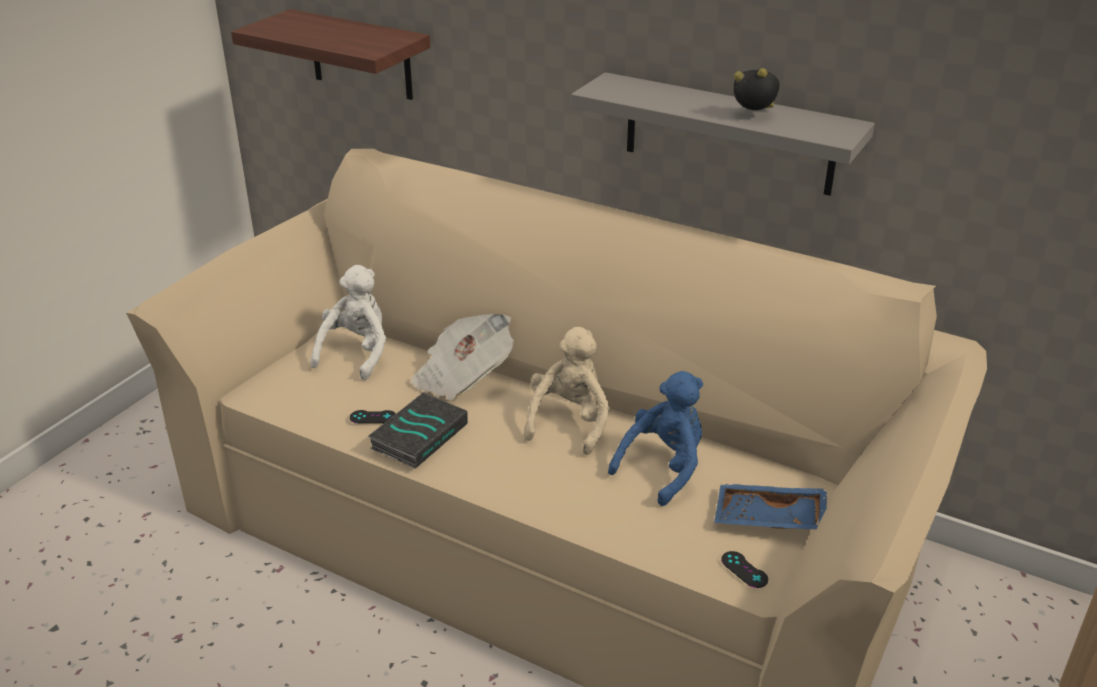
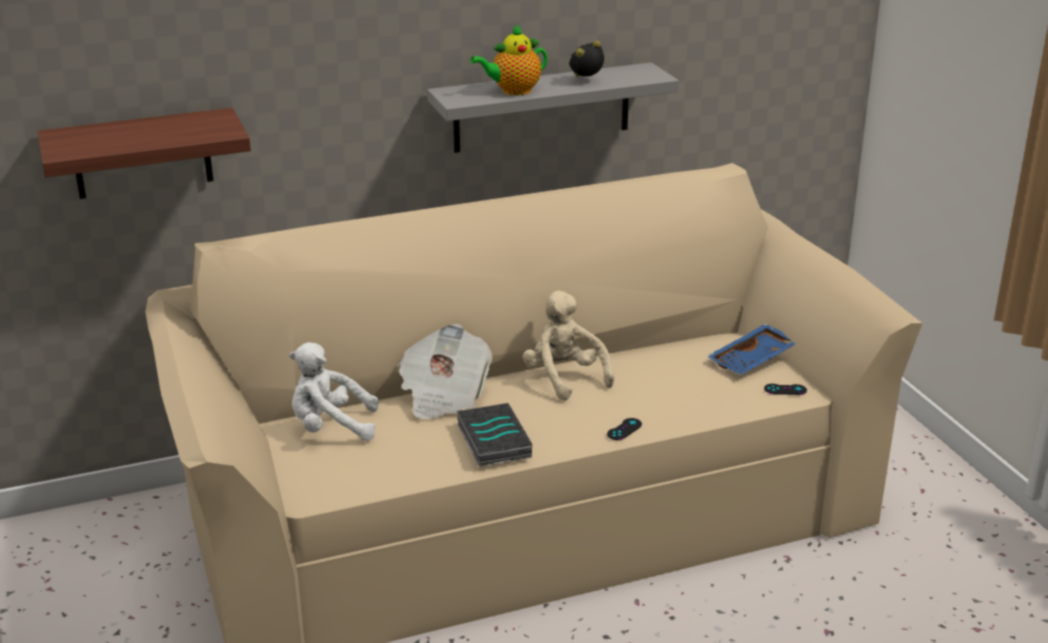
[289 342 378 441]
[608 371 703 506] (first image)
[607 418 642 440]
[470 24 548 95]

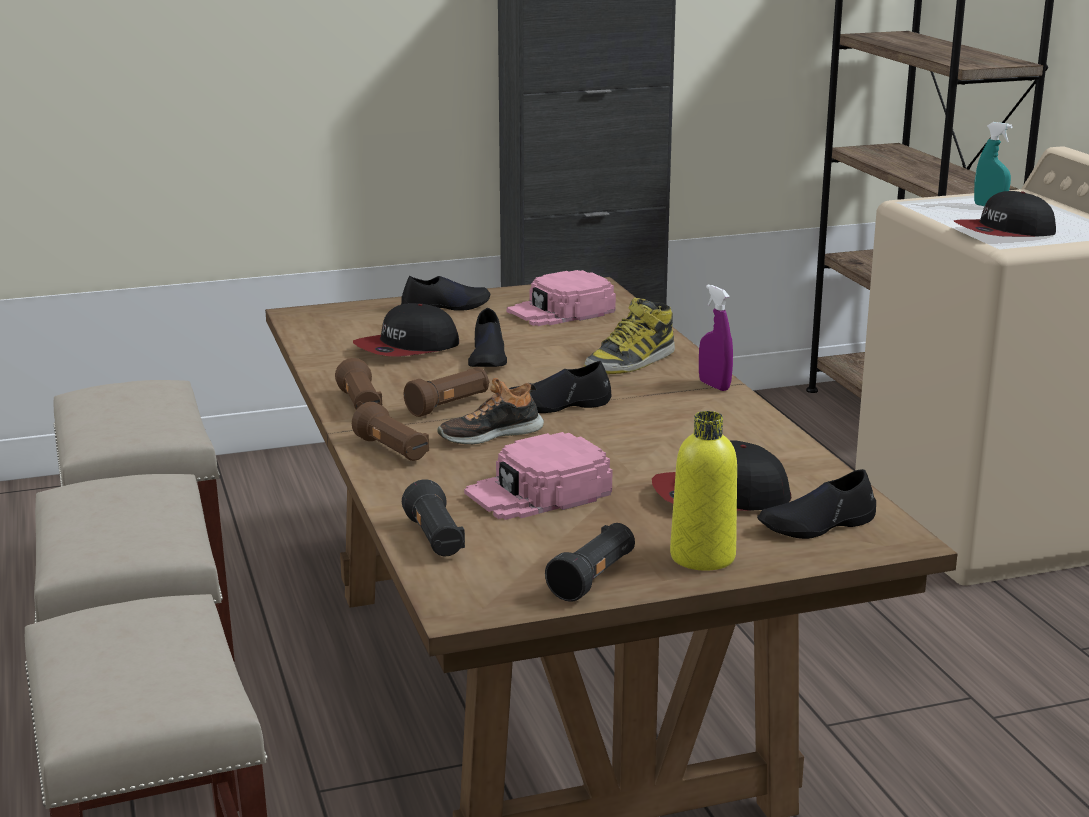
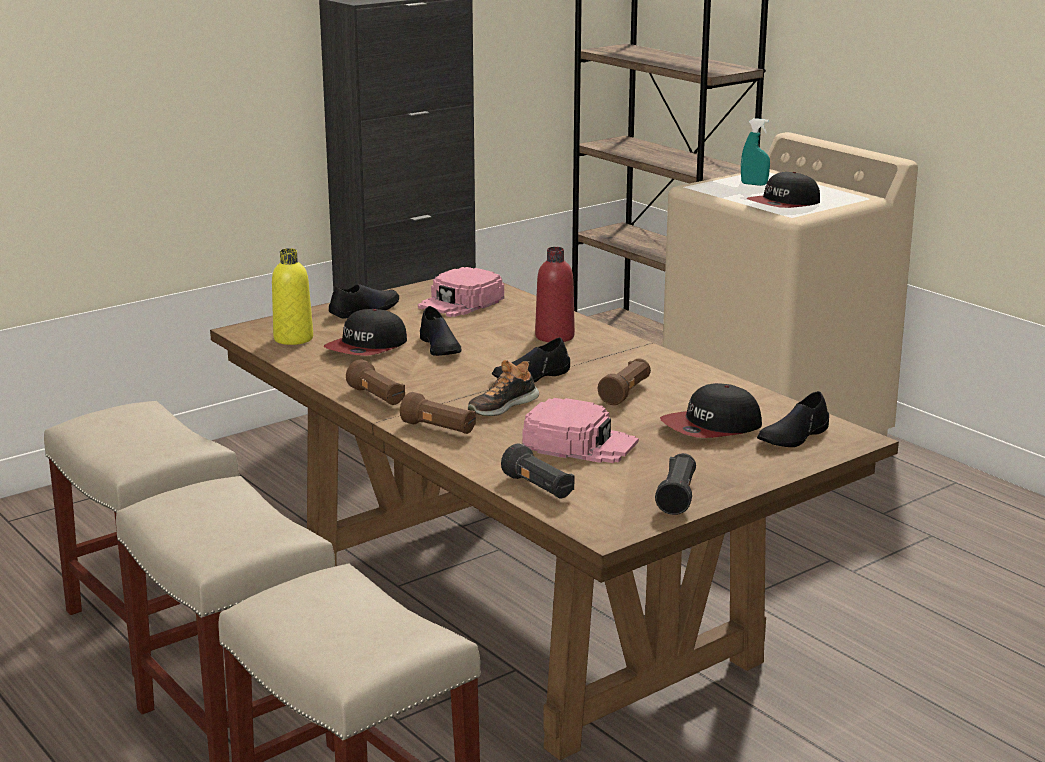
[699 284 733 391] (first image)
[535 247 575 342]
[598 359 651 405]
[272 248 313 345]
[523 398 639 463]

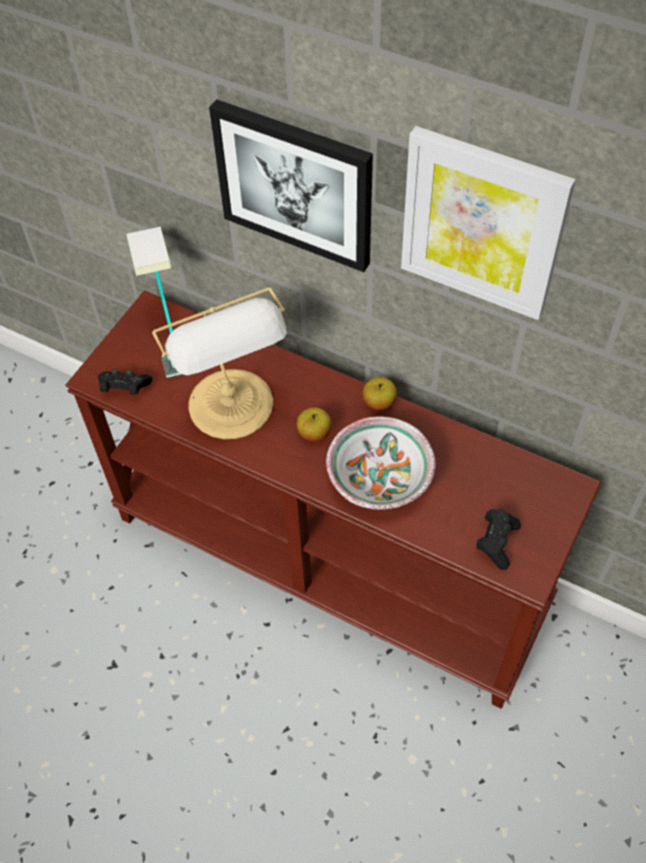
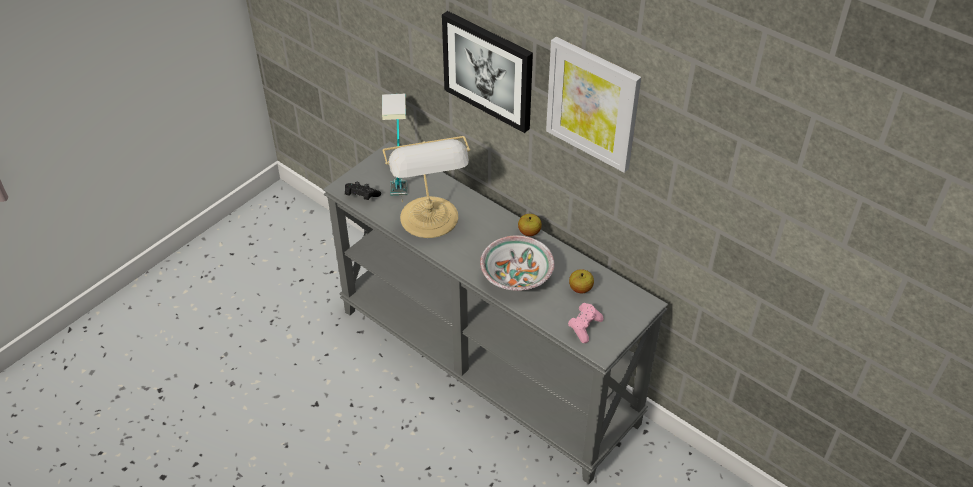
[323 141 668 484]
[569 269 594 293]
[568 303 604 343]

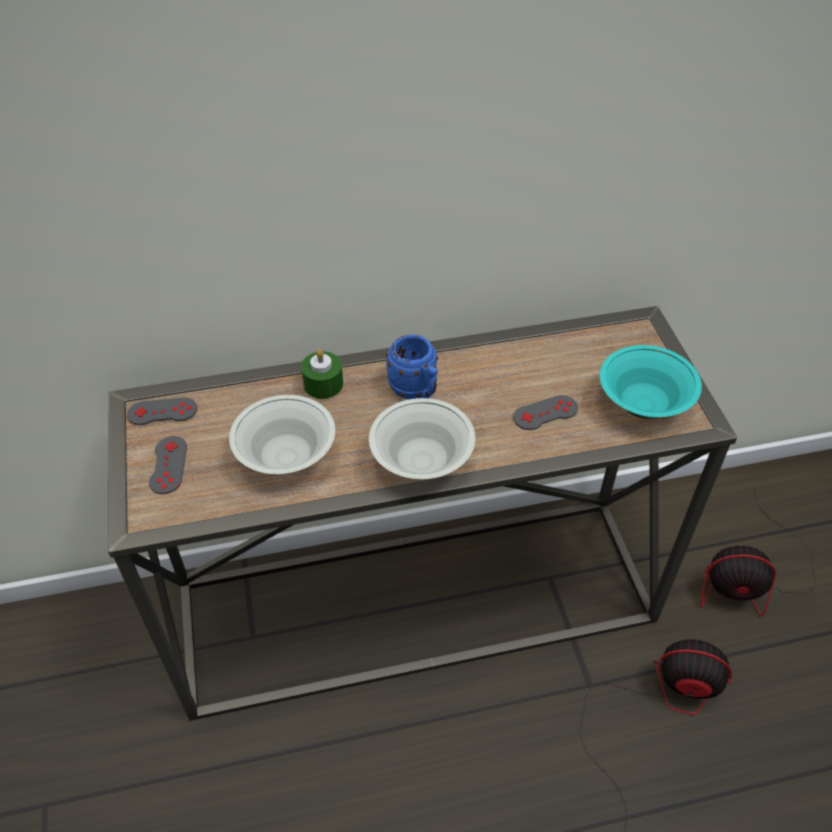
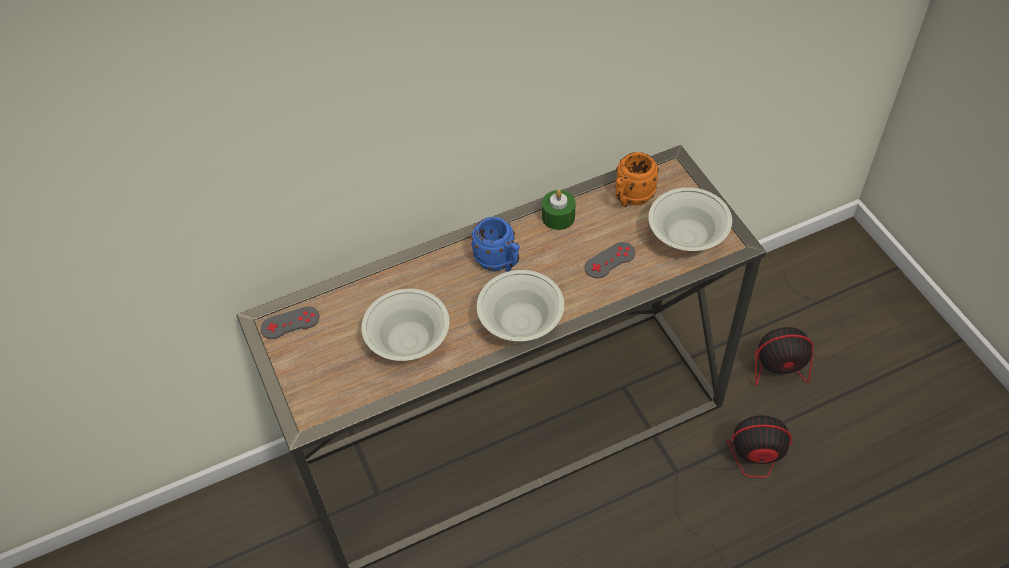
[648 187 732 251]
[542 190 576 230]
[149 436 187 494] (first image)
[615 152 659 207]

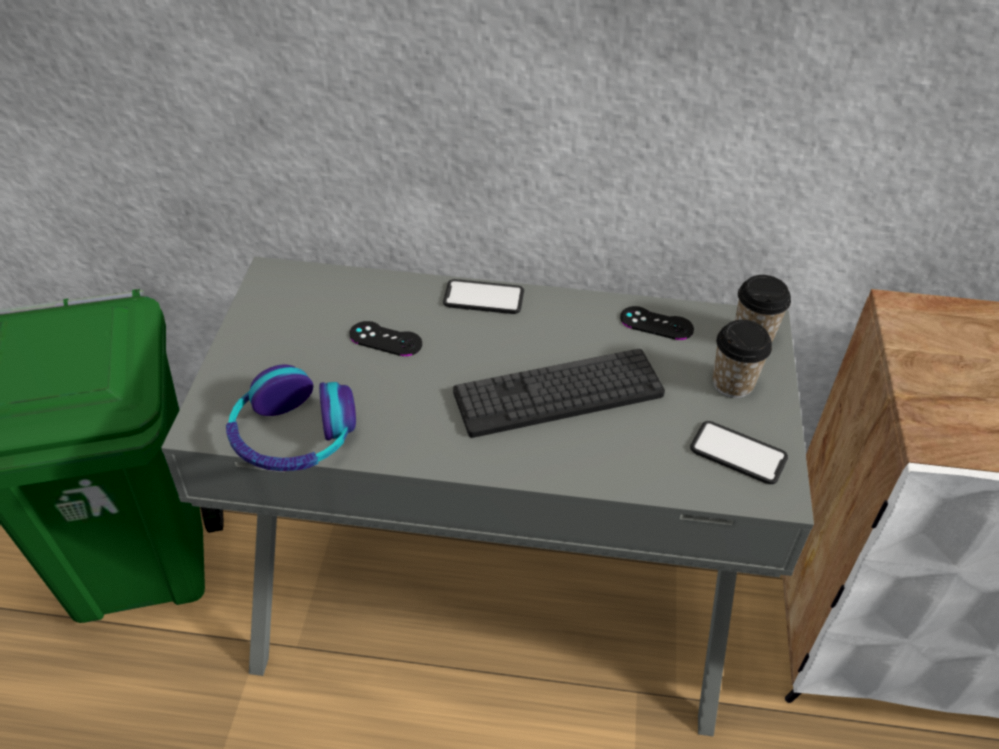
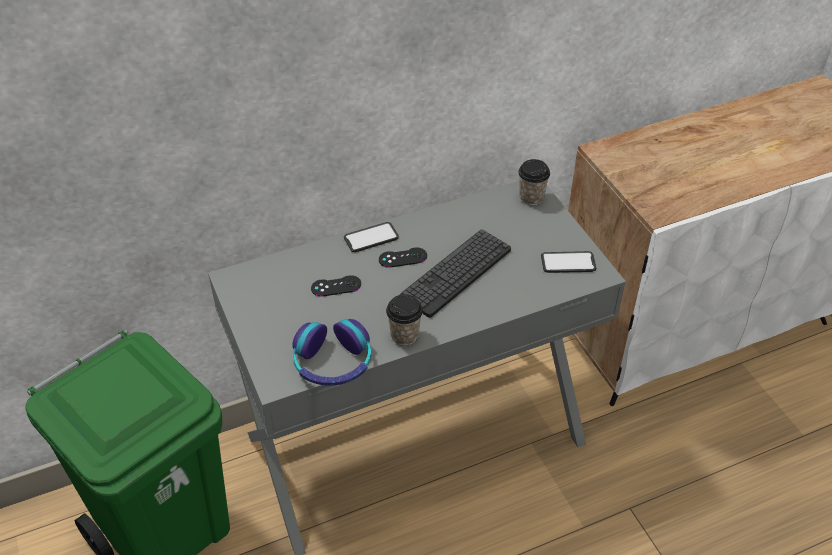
[379 248 427 268]
[386 294 423 346]

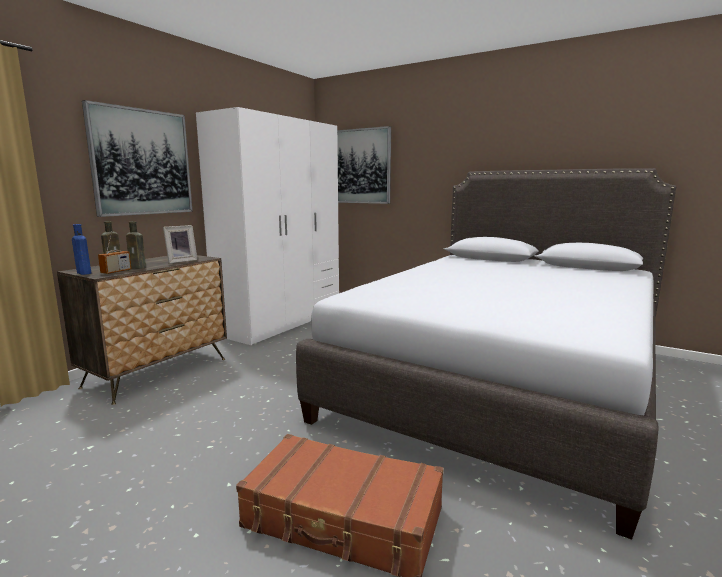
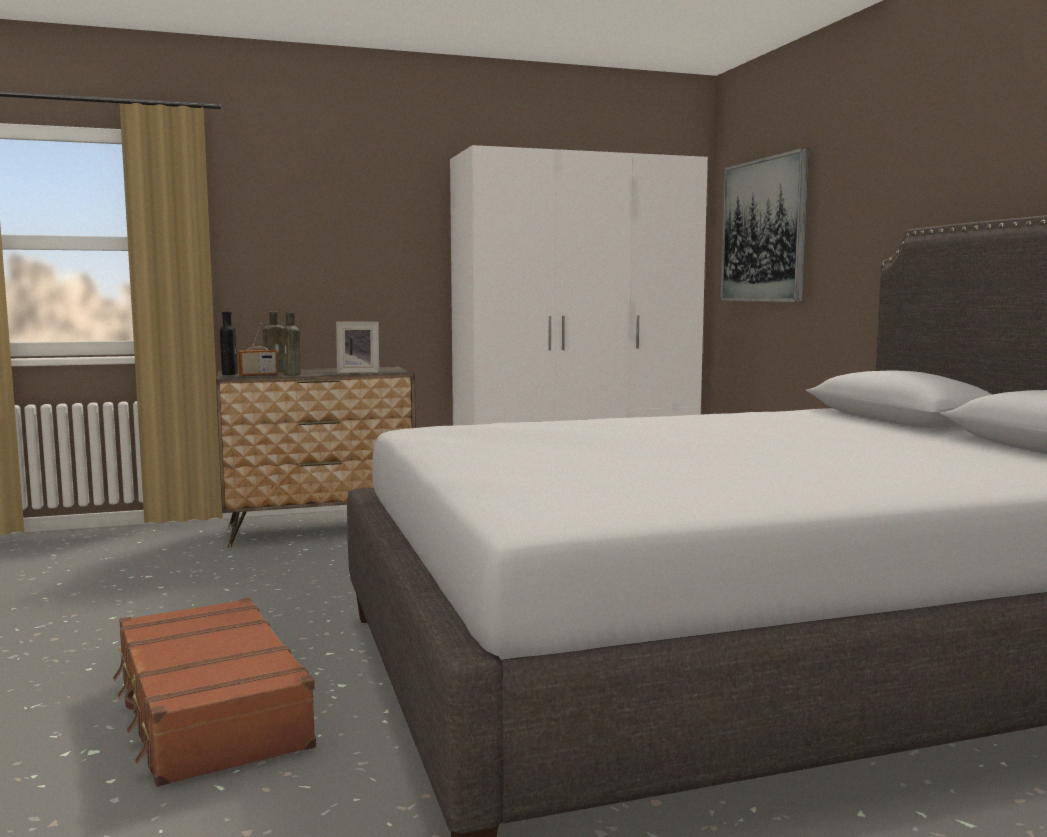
[82 100 193 217] (first image)
[220 312 238 375]

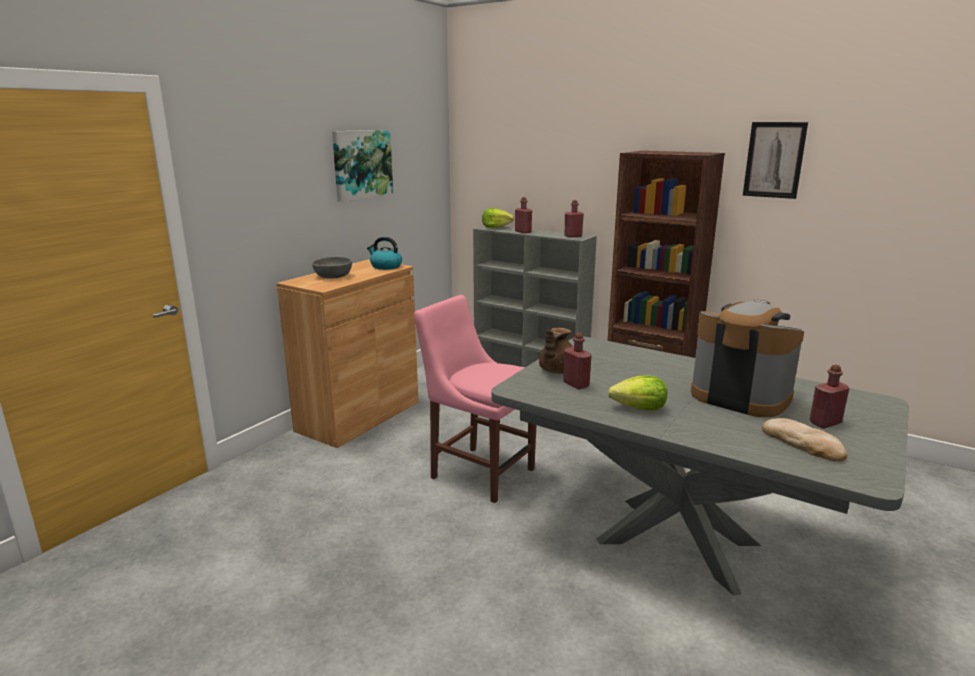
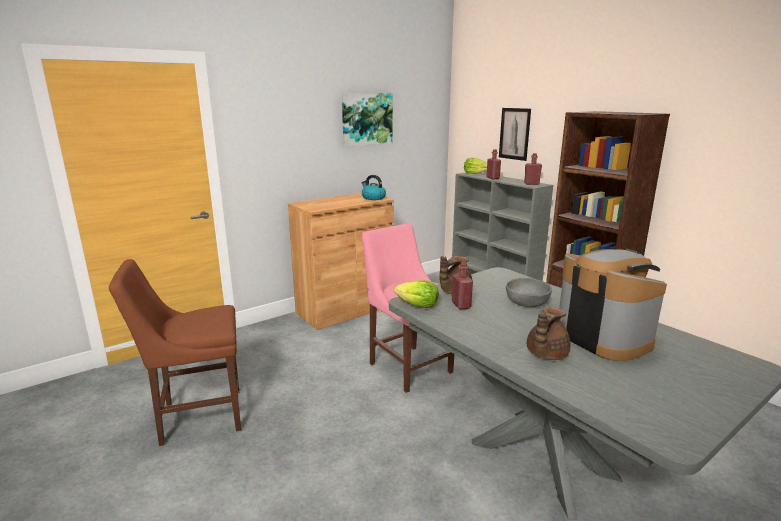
[499 108 531 161]
[506 278 552 307]
[810 365 849 429] (first image)
[394 280 439 308]
[762 418 848 462] (first image)
[109 259 241 446]
[527 307 571 360]

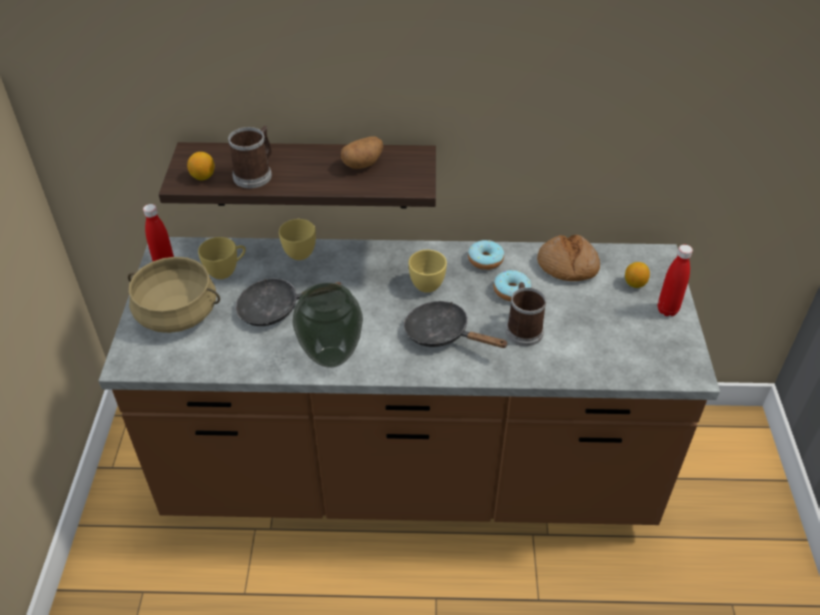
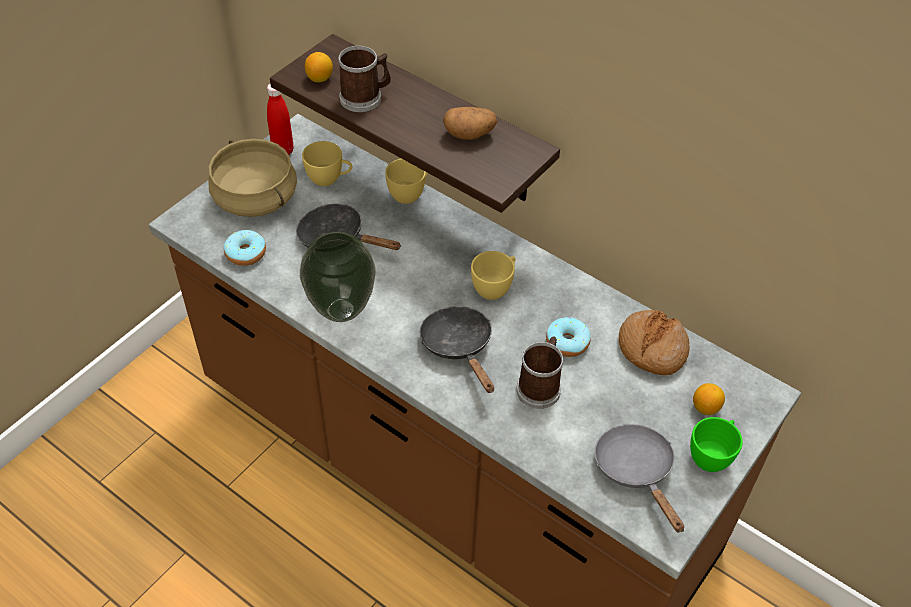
[224 230 266 266]
[690 417 743 472]
[595 424 684 532]

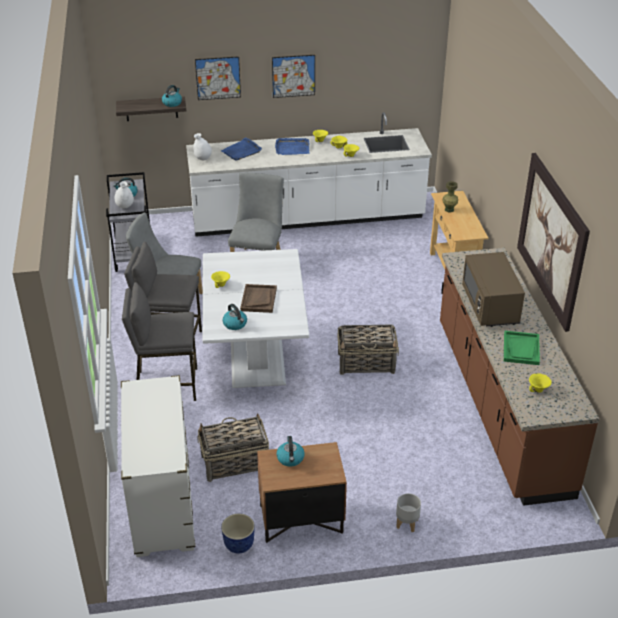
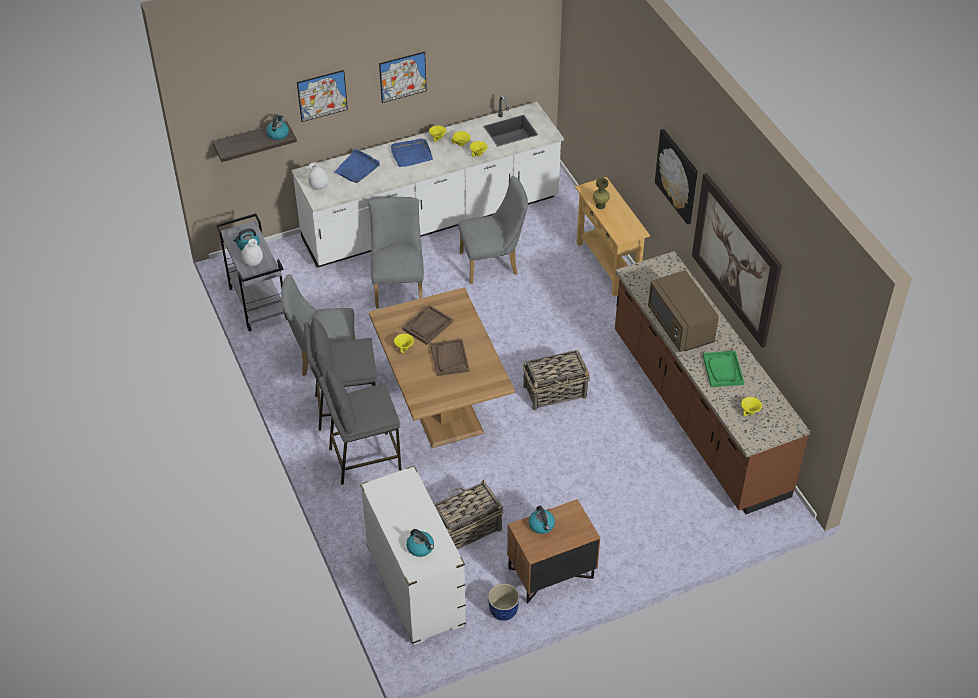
[369 288 515 448]
[406 529 434 557]
[396 493 421 532] (first image)
[655 129 698 225]
[458 176 528 284]
[402 305 453 345]

